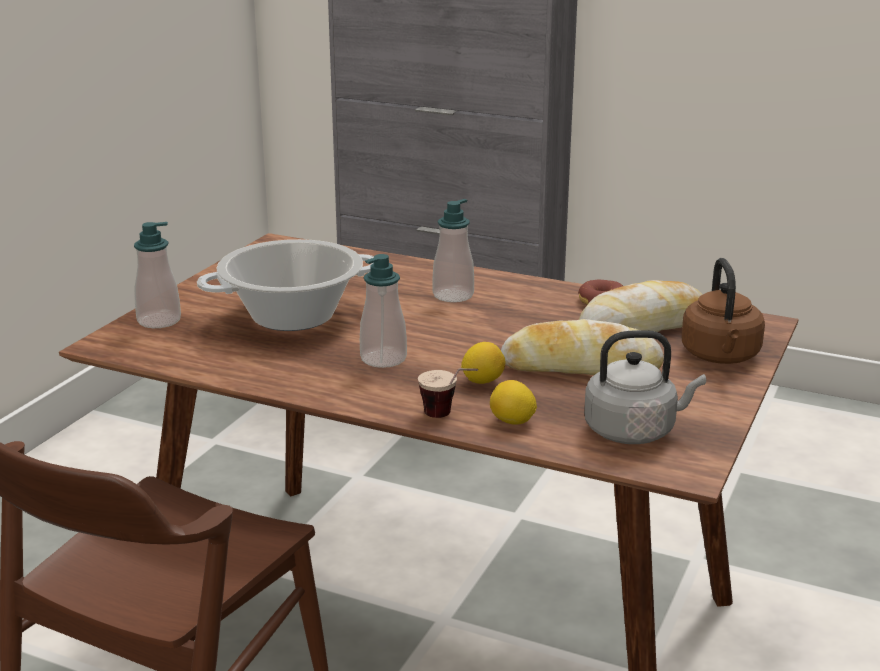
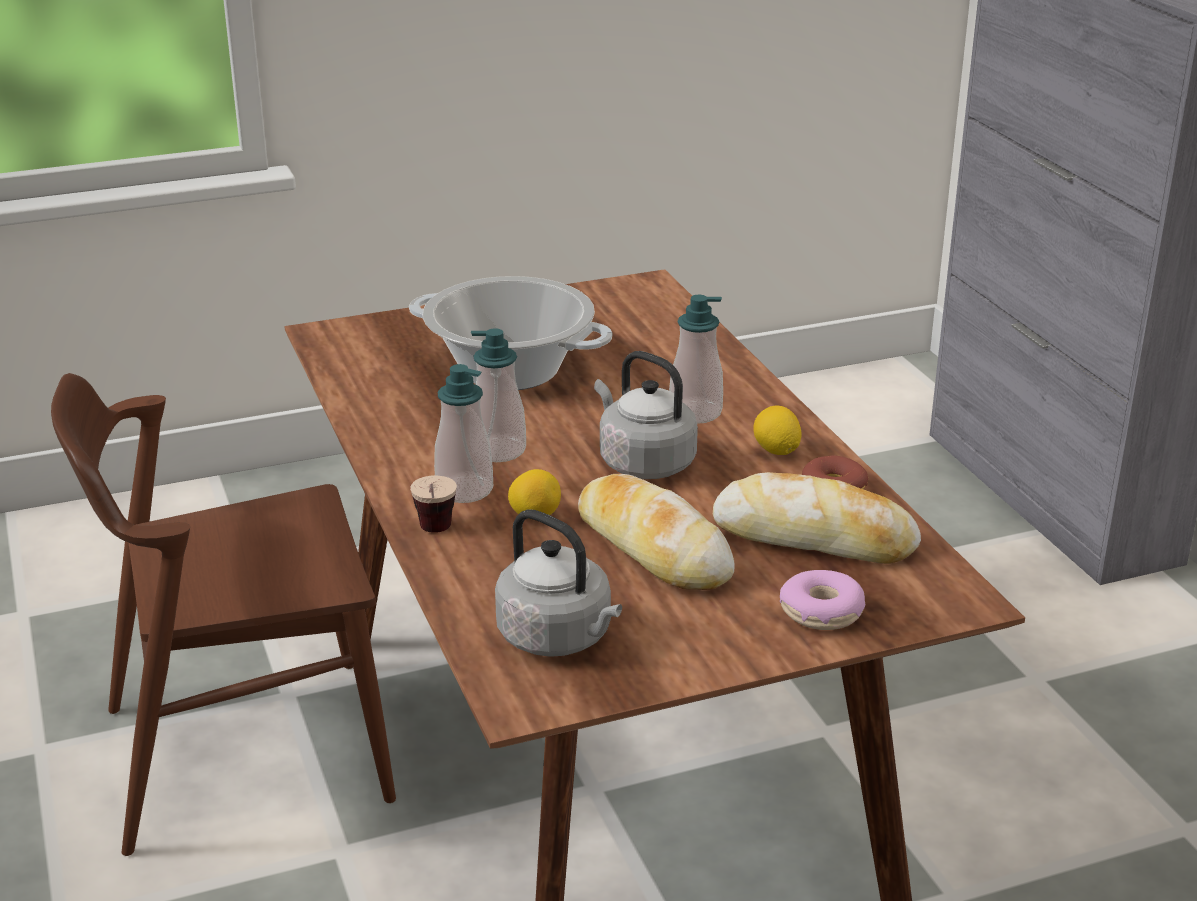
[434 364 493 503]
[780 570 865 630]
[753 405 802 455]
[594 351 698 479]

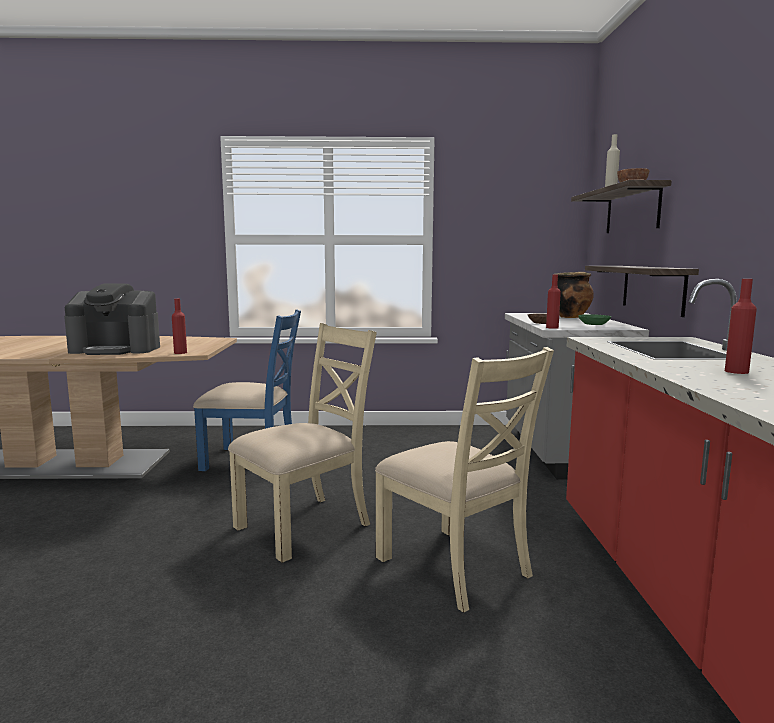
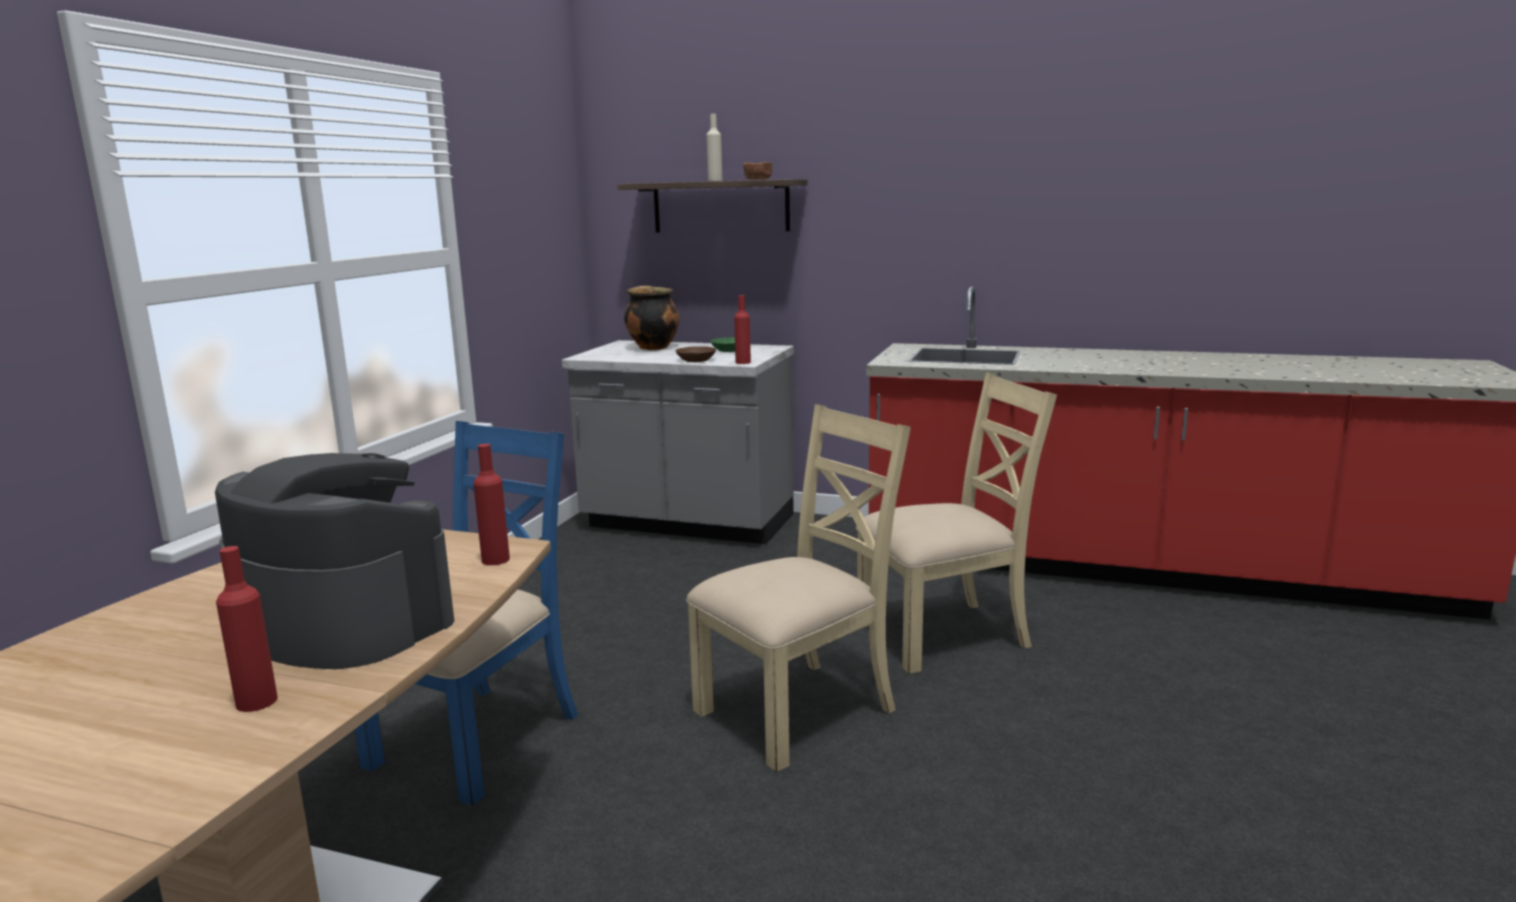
[585 266 699 317] (first image)
[216 546 278 712]
[215 453 454 669]
[686 404 911 772]

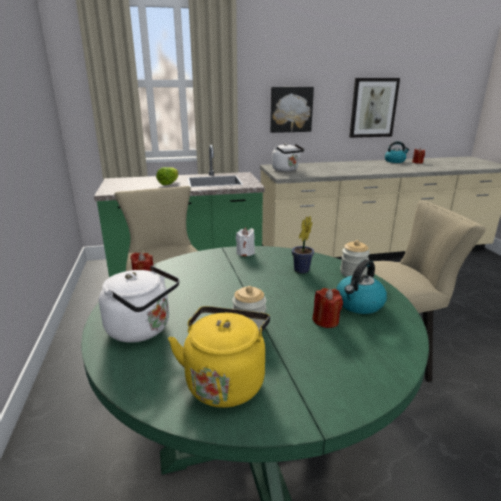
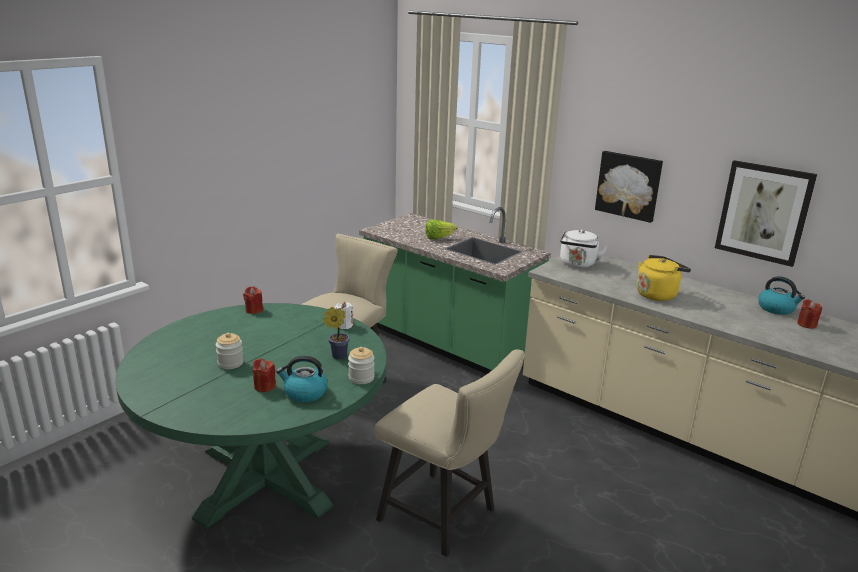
[99 266 179 343] (first image)
[637 255 691 301]

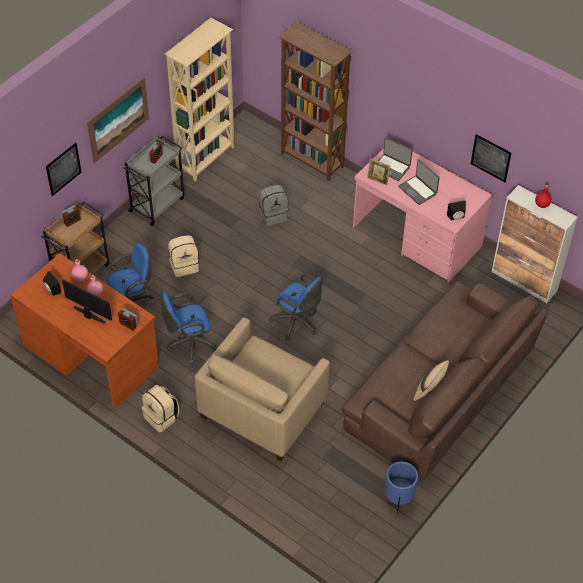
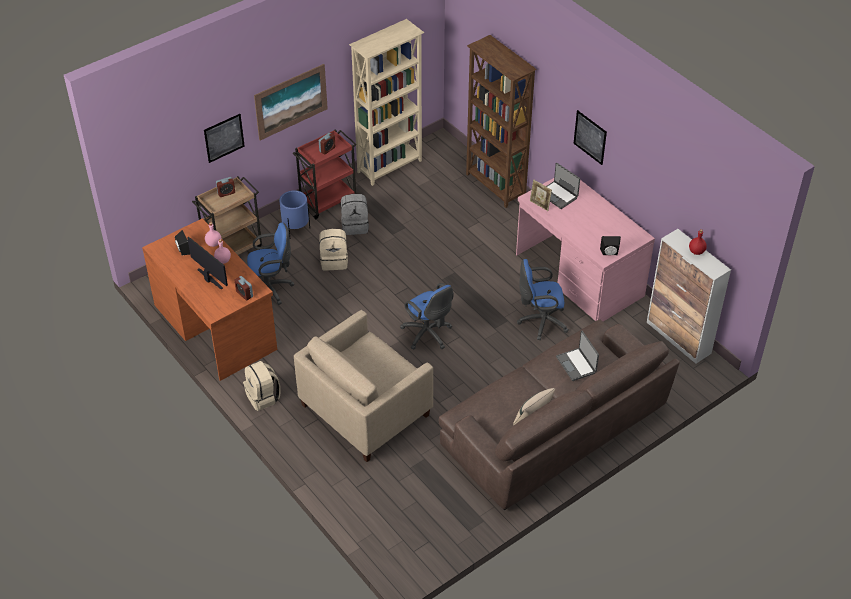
[574 110 607 165]
[293 129 356 219]
[556 331 599 381]
[341 194 369 235]
[517 259 569 340]
[279 190 310 235]

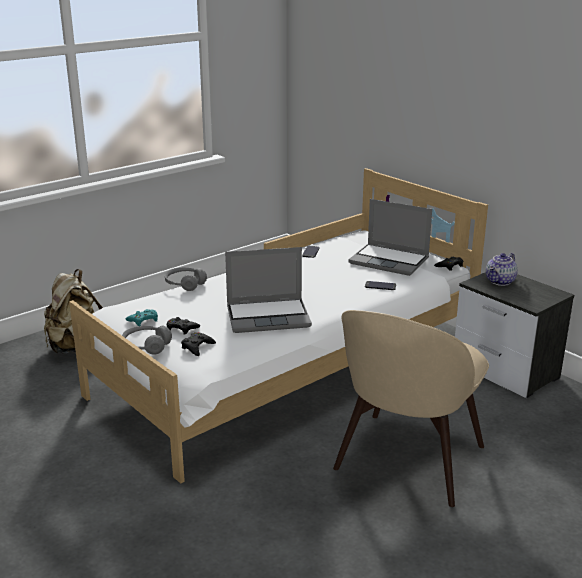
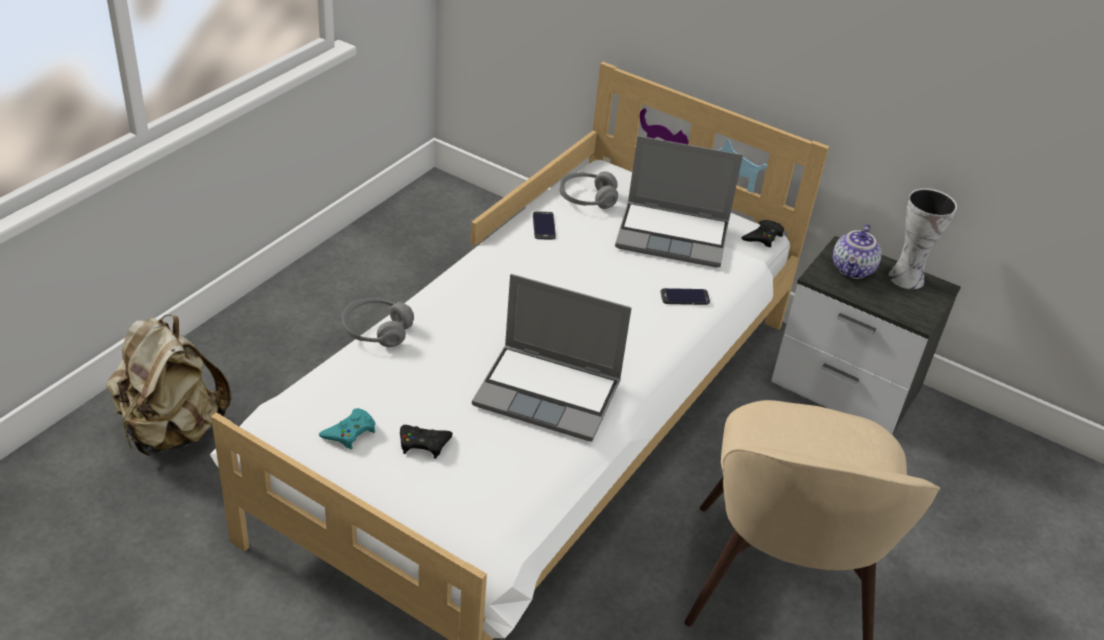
[472 274 632 442]
[560 171 618 209]
[181 332 216 356] (first image)
[889 188 957 289]

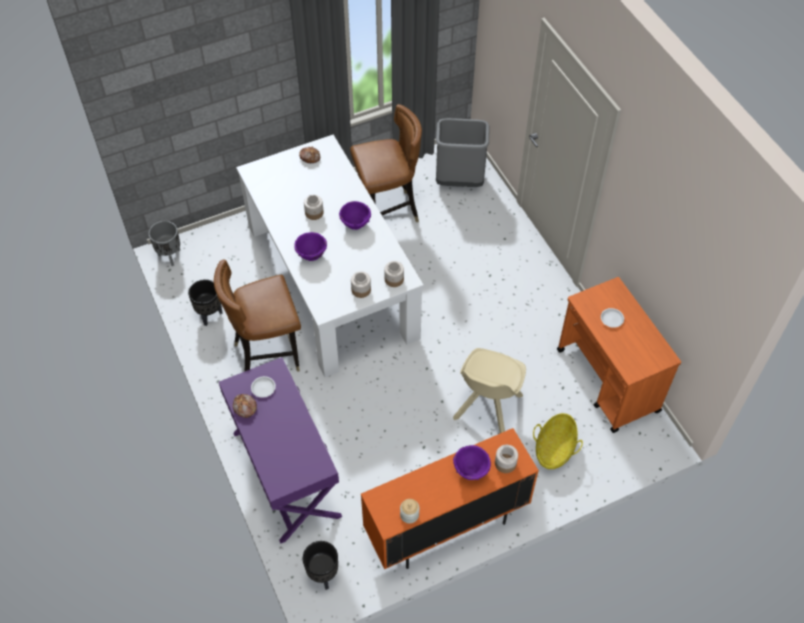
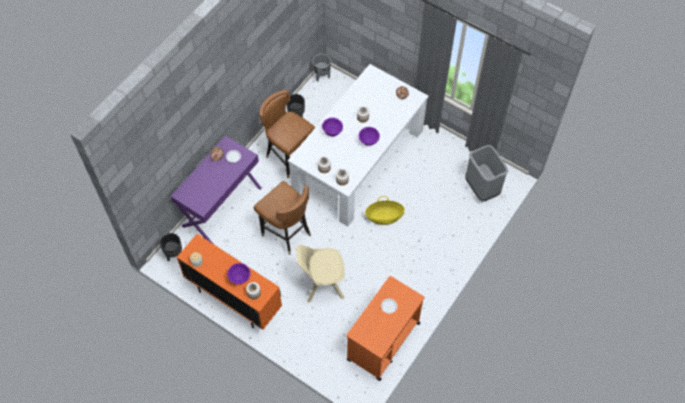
[254 181 311 255]
[365 196 405 225]

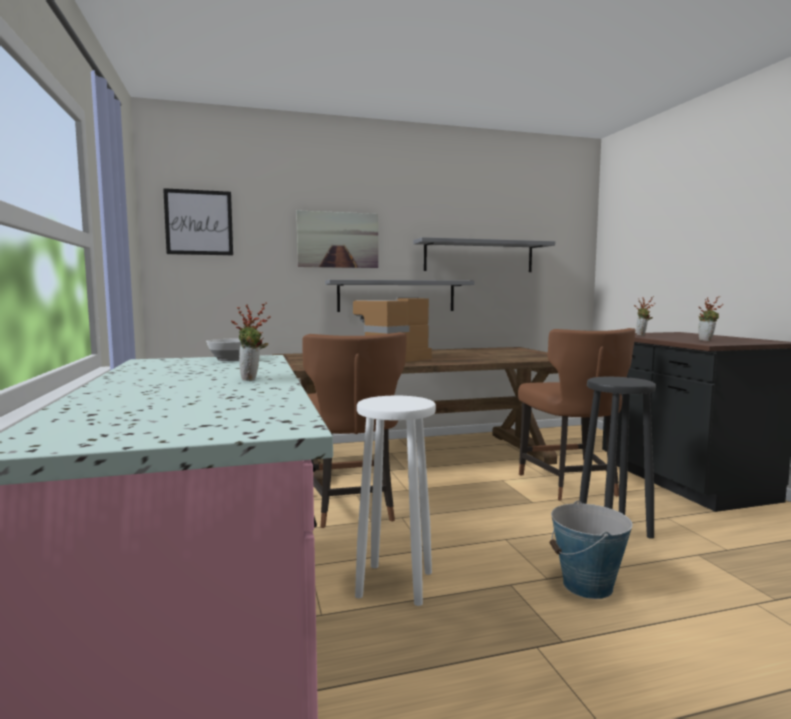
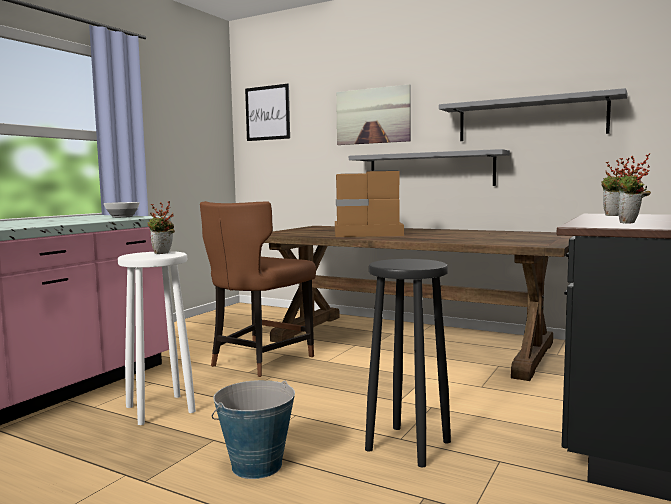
[148 201 175 254]
[518 328 635 500] (first image)

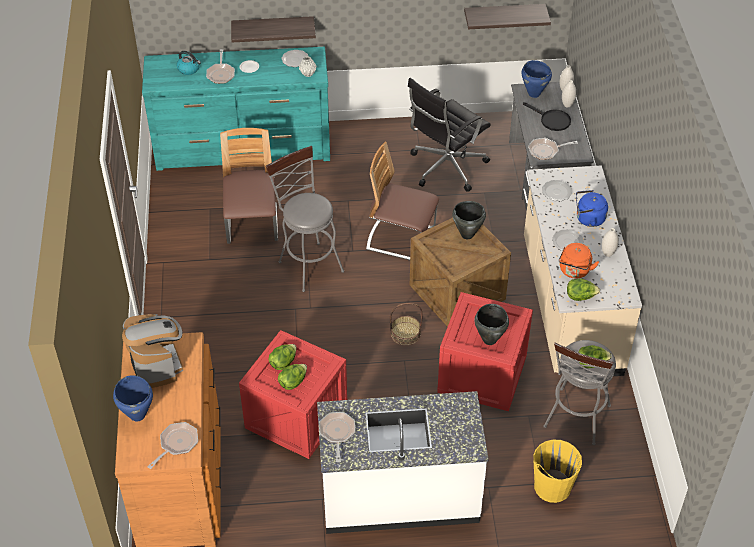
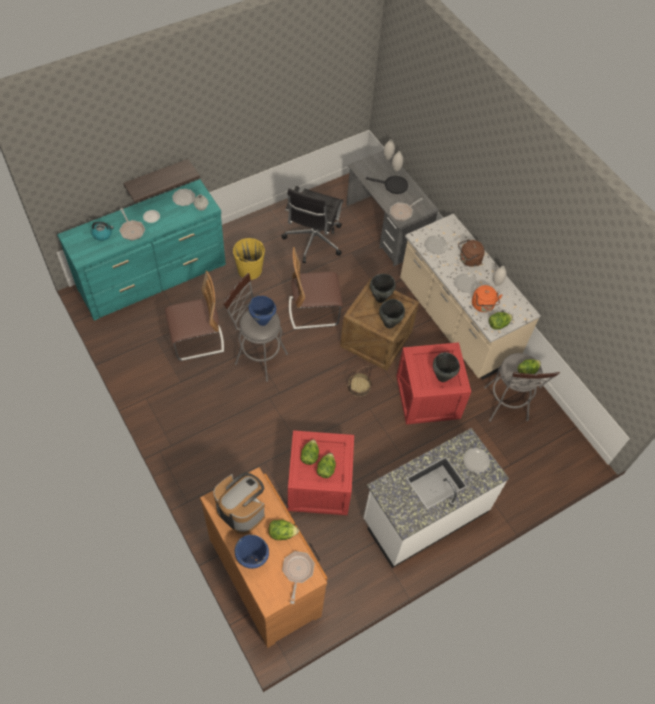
[464 4 551 29] (first image)
[248 296 276 326]
[165 271 224 361]
[458 239 485 267]
[319 412 355 462] (first image)
[233 238 265 280]
[379 299 405 329]
[463 448 490 473]
[269 520 299 540]

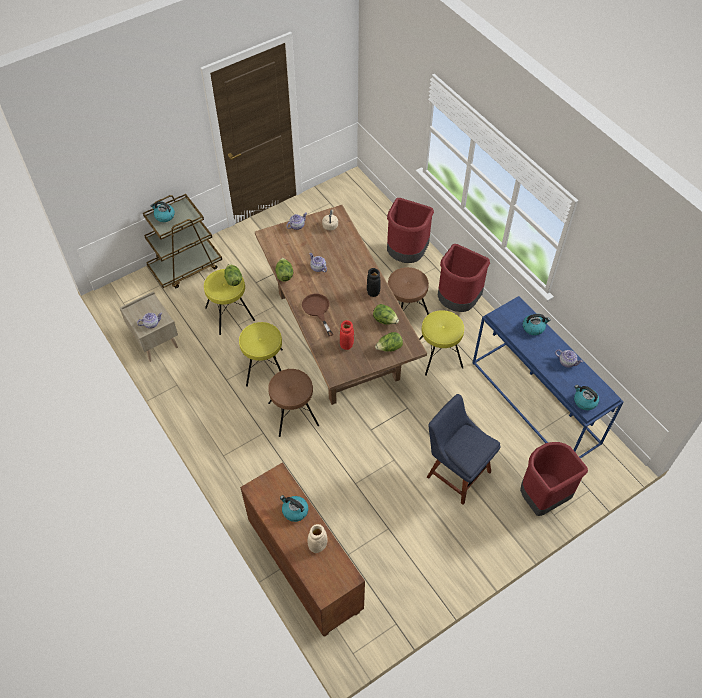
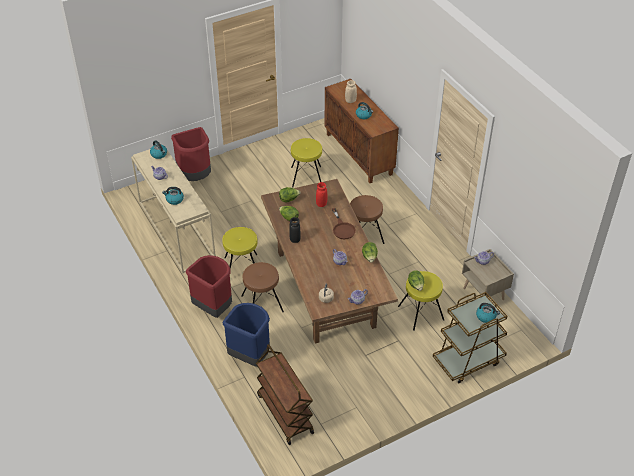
[223 303 270 367]
[131 149 216 273]
[291 138 322 187]
[427 394 501 505] (first image)
[256 344 314 445]

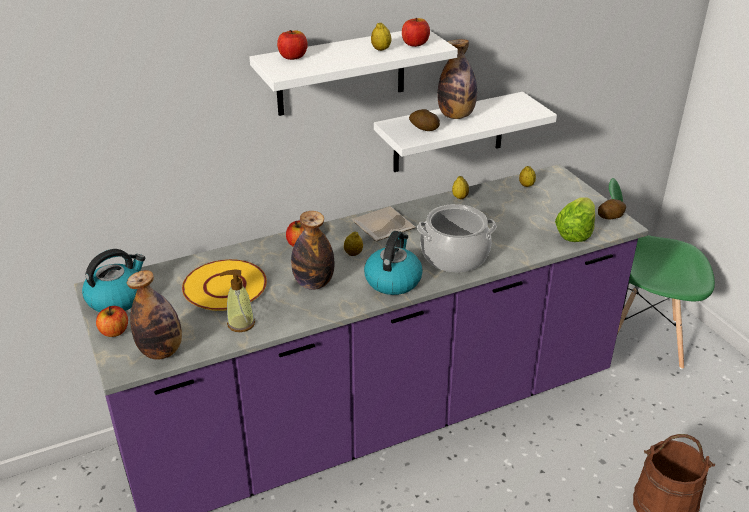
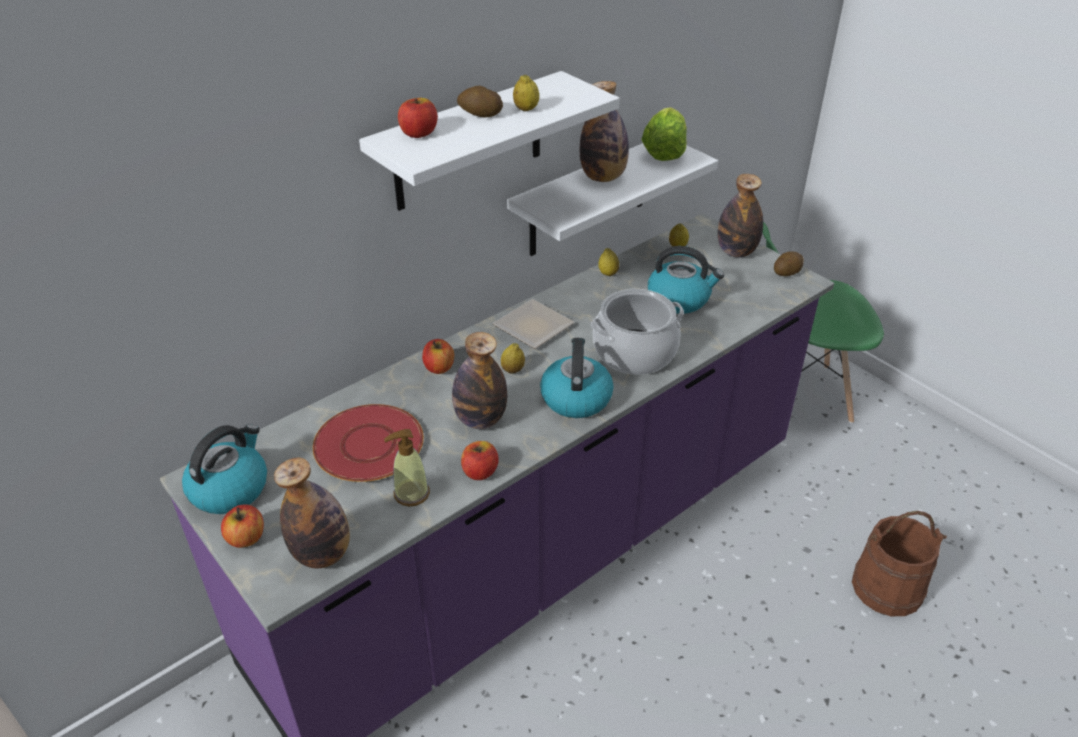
[461 441 499 480]
[457 86 503 117]
[641 107 687 161]
[313 404 424 482]
[718 174 763 257]
[648 246 724 314]

